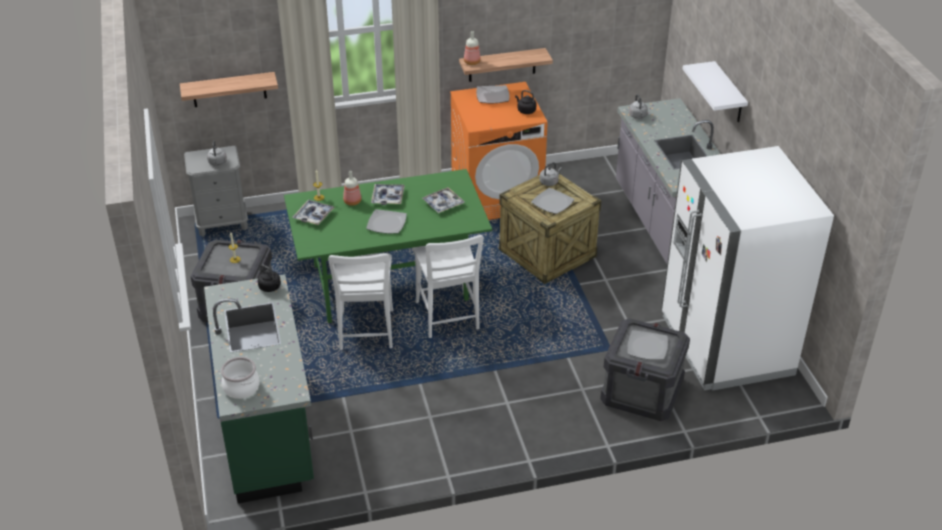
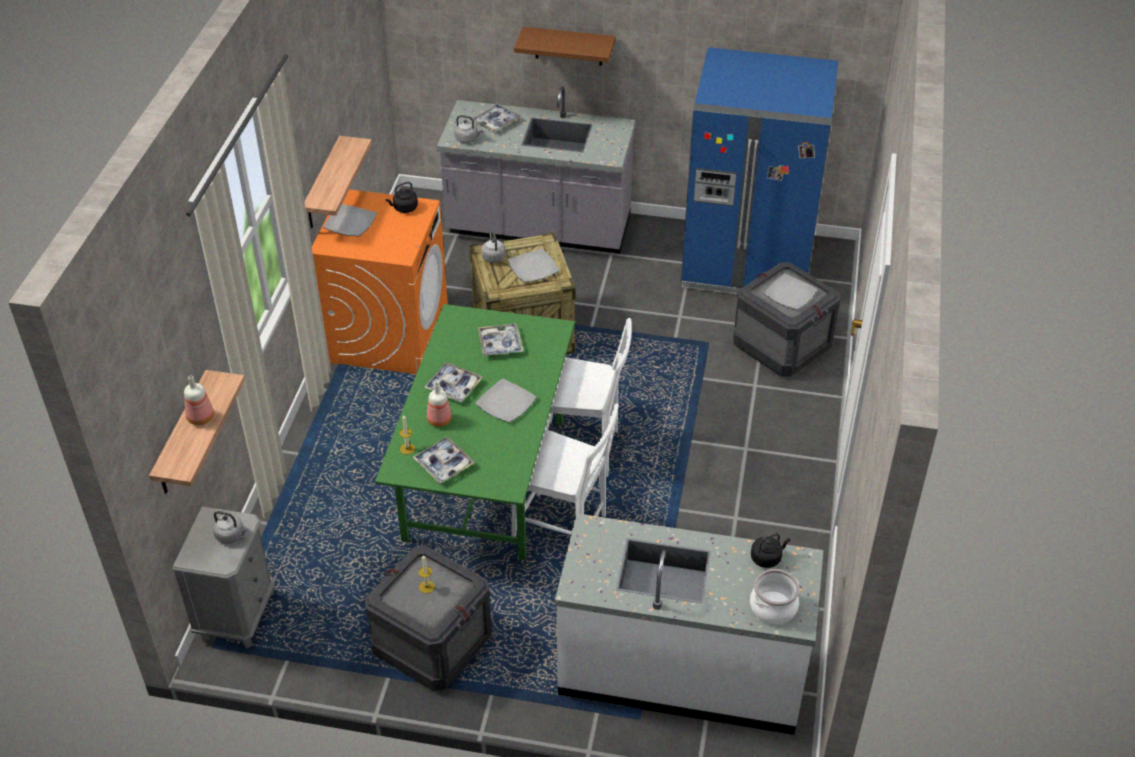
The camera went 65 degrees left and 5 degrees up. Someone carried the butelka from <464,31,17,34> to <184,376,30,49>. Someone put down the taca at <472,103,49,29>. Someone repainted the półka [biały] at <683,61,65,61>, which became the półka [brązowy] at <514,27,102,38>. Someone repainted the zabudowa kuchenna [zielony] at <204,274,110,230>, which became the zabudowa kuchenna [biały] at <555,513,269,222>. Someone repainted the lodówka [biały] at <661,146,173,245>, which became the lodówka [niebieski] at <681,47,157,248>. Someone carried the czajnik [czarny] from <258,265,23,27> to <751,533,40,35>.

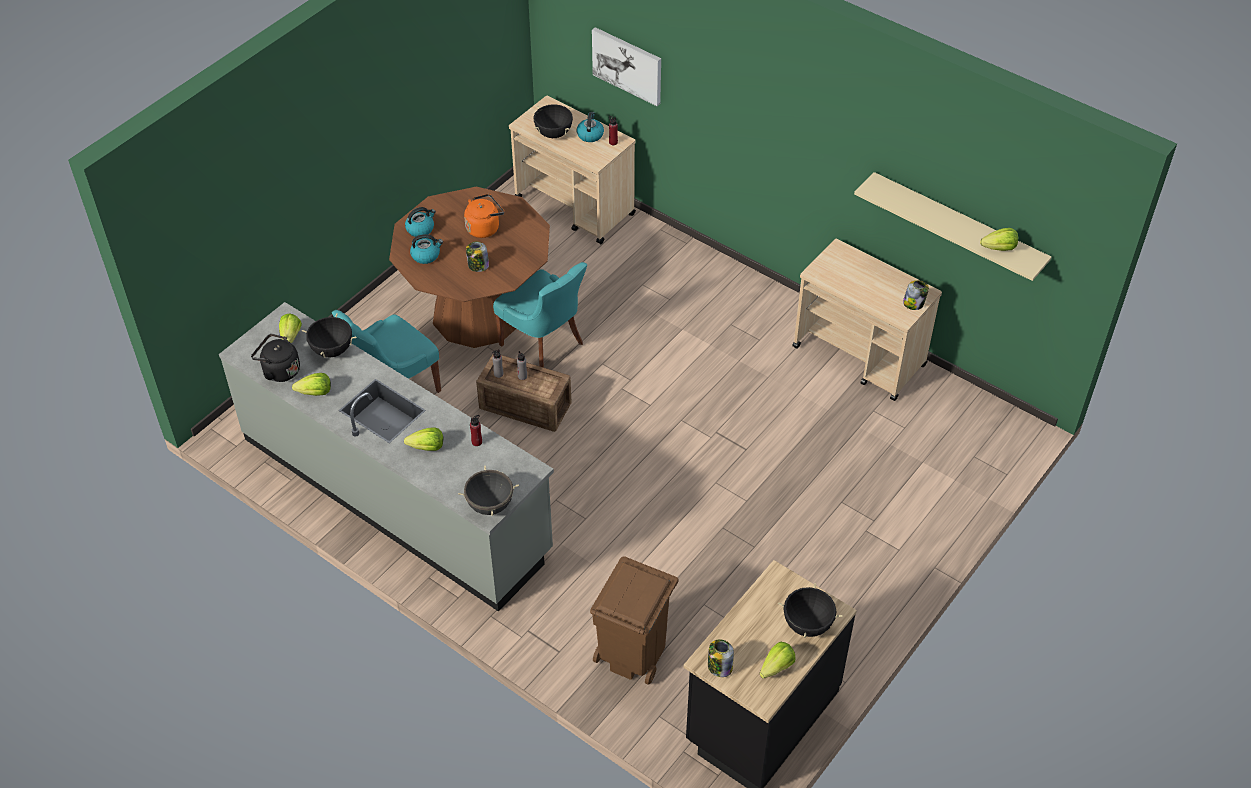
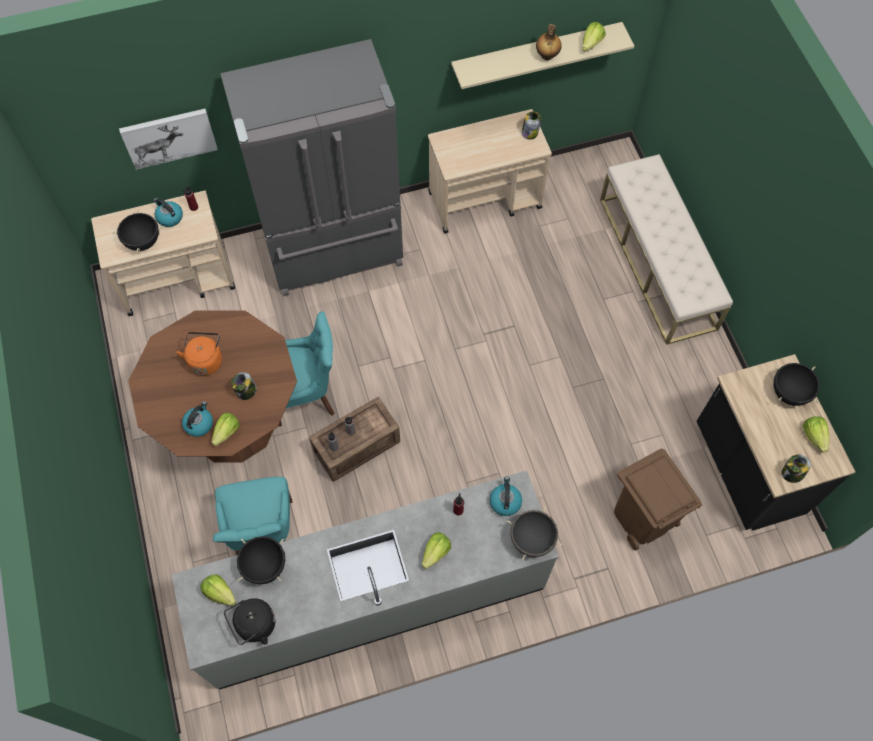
The camera went 55 degrees left and 15 degrees up. Someone carried the sałata from <292,373,39,23> to <211,412,29,35>. Someone put down the lodówka [szary] at <220,39,183,257>. Someone carried the czajnik from <405,207,31,30> to <490,477,32,39>. Someone put down the butelka at <536,24,26,36>. Someone put down the ławka [beżowy] at <600,154,133,191>.

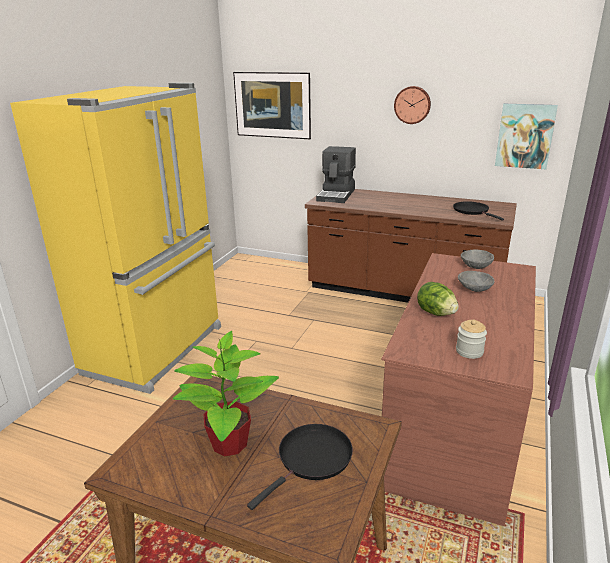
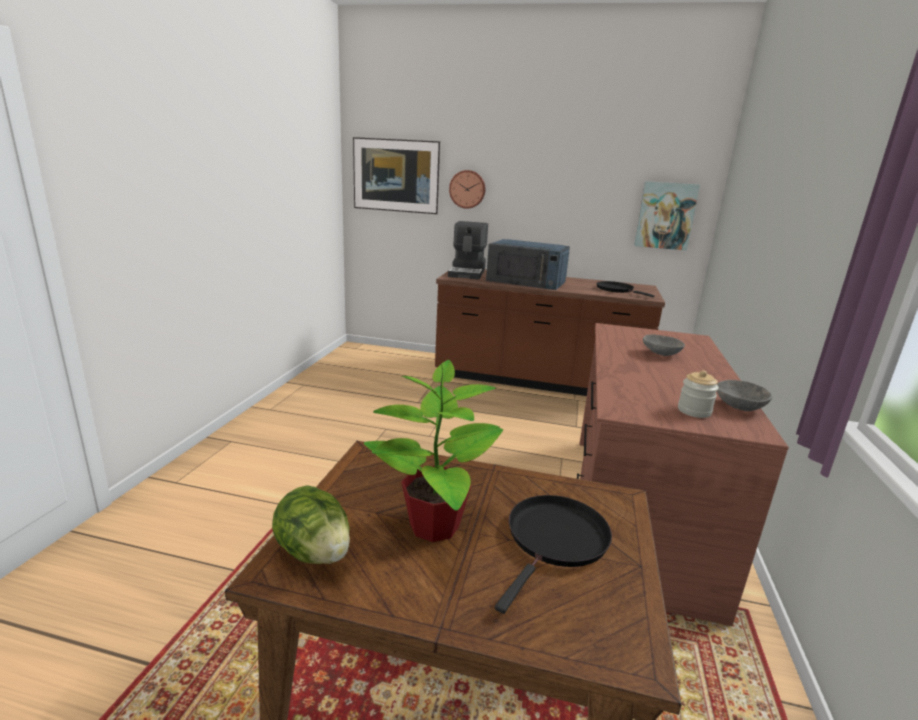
The camera went 10 degrees left and 5 degrees down. Someone carried the sałata from <417,282,42,34> to <272,485,78,79>. Someone carried the zegar ścienny from <394,86,37,38> to <449,170,36,39>. Someone put down the mikrofalówka [niebieski] at <486,239,84,51>. Someone carried the miska [szary] from <461,249,33,20> to <717,380,55,31>. Someone took away the lodówka [żółty] at <10,82,211,312>.

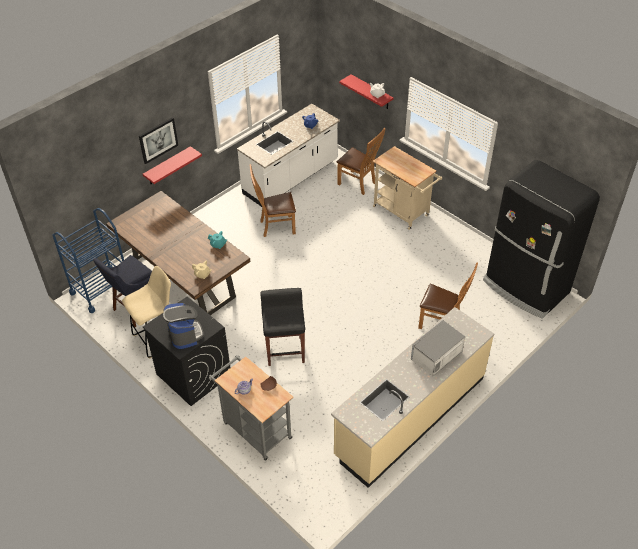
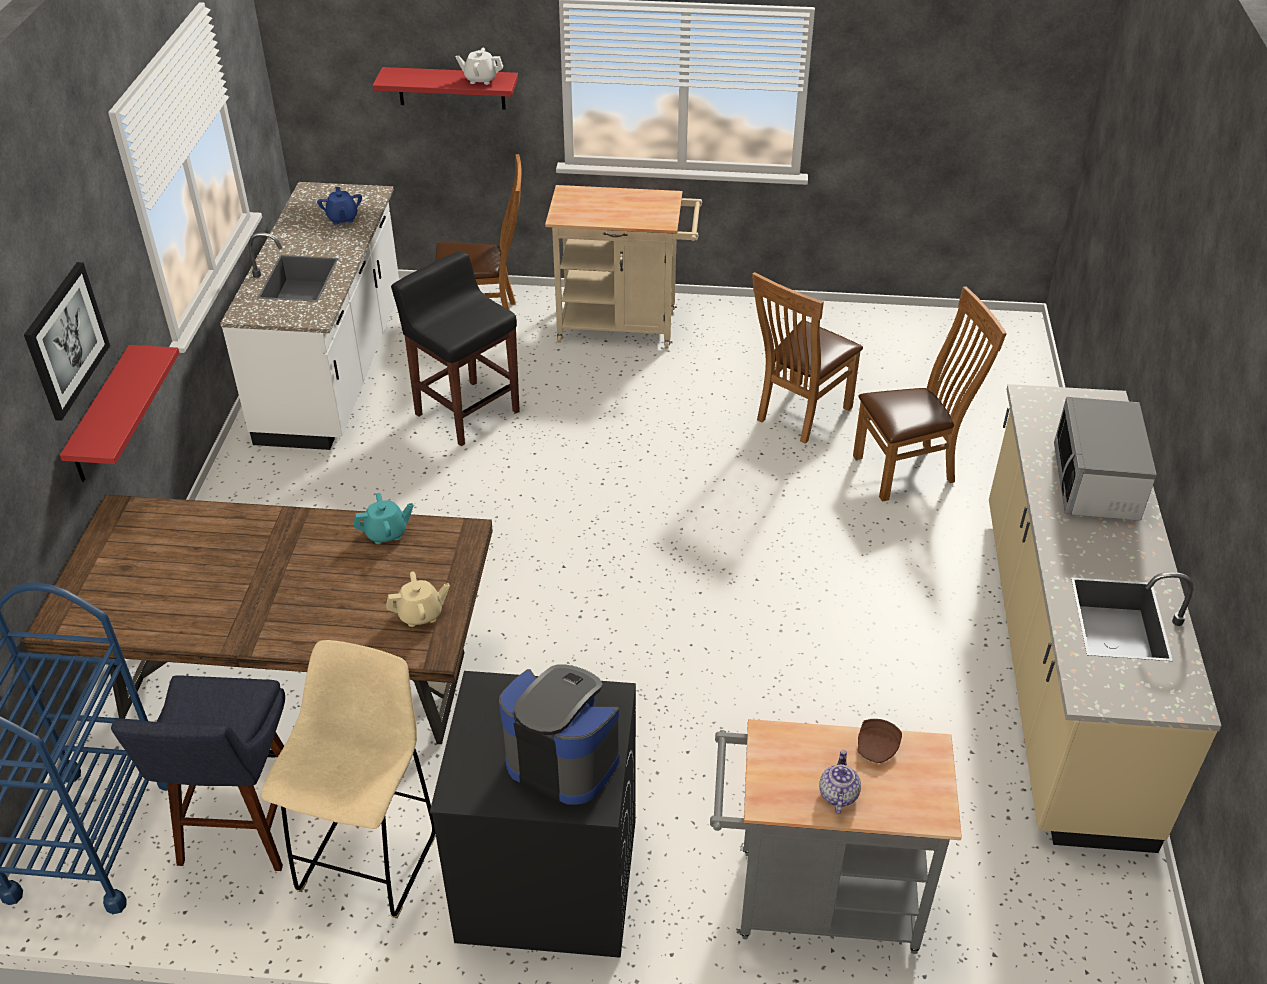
The camera went 40 degrees left and 5 degrees down. Someone carried the stołek [czarny] from <260,288,45,78> to <391,251,129,195>. Someone carried the krzesło [brązowy] from <250,164,46,73> to <752,272,111,172>. Someone took away the lodówka [czarny] at <483,160,117,159>.

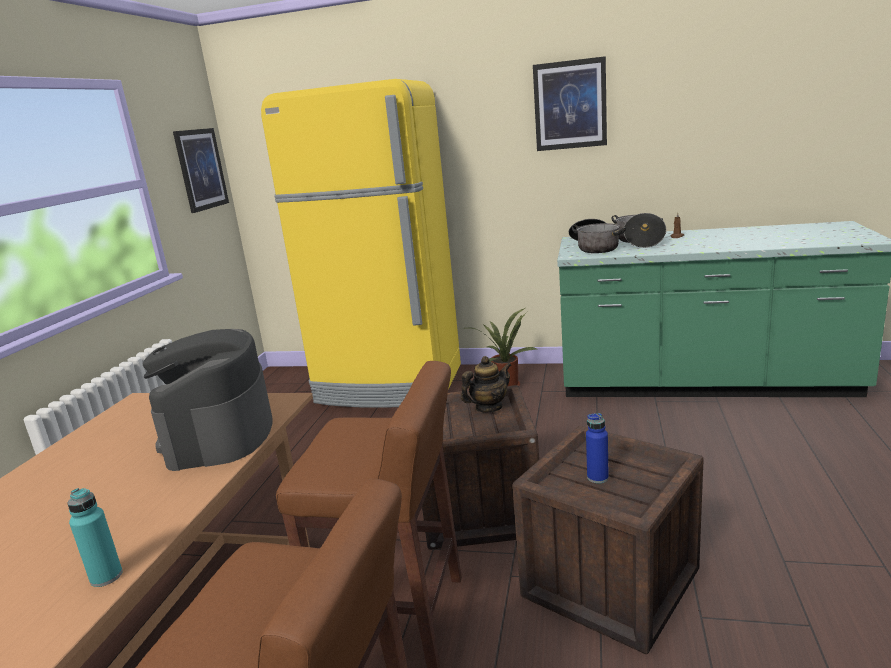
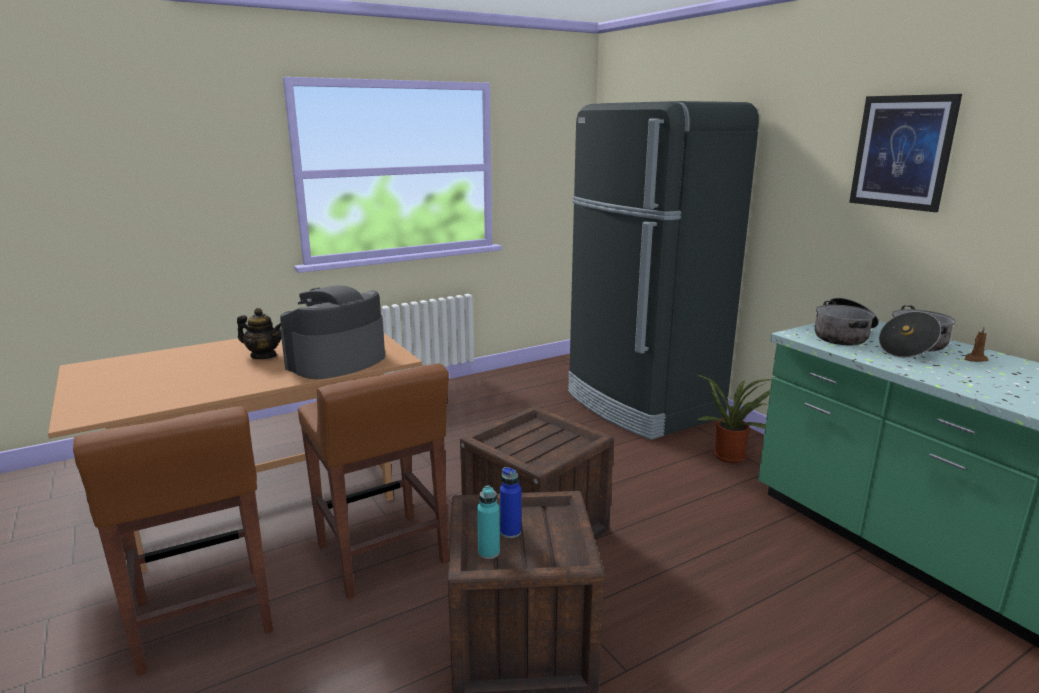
The camera went 45 degrees right and 0 degrees up. Someone carried the imbryk from <461,356,50,56> to <237,308,44,51>. Someone carried the butelka [turkusowy] from <68,488,55,99> to <477,485,23,74>. Someone repainted the lodówka [żółty] at <261,79,200,329>, which became the lodówka [czarny] at <568,101,191,339>. Someone took away the obraz at <173,128,56,85>.

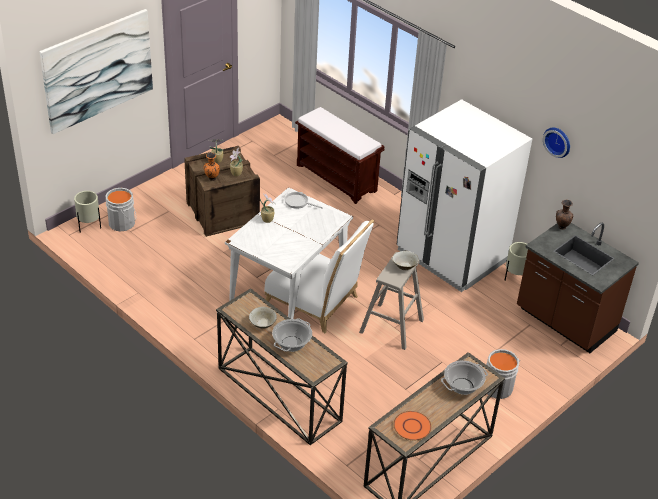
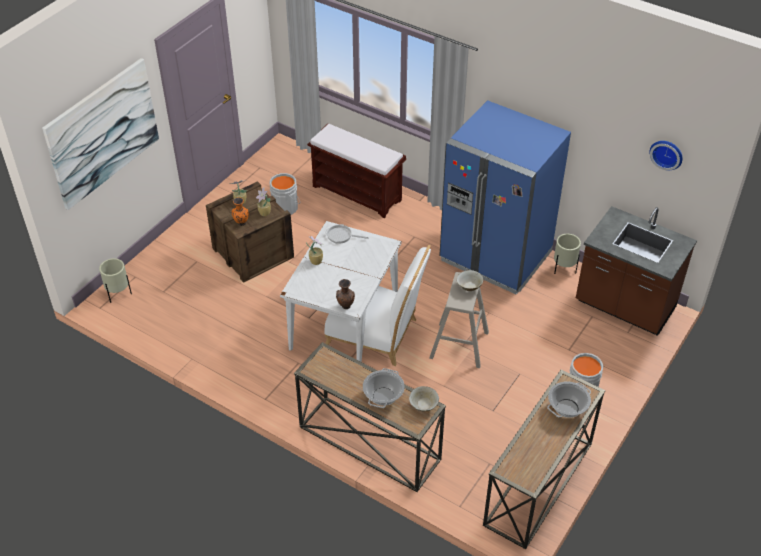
The camera went 10 degrees left and 5 degrees up. Someone carried the wiadro [szary] from <106,188,30,43> to <270,173,30,42>. Someone carried the wazon [brązowy] from <556,199,17,30> to <336,279,19,30>. Someone carried the miska [beżowy] from <249,307,28,22> to <409,386,30,25>. Someone repainted the lodówka [biały] at <397,99,135,193>, which became the lodówka [niebieski] at <439,100,132,195>. Someone carried the zegar ścienny from <543,128,27,30> to <650,141,33,29>. Someone took away the talerz [pomarańczowy] at <393,411,38,29>.

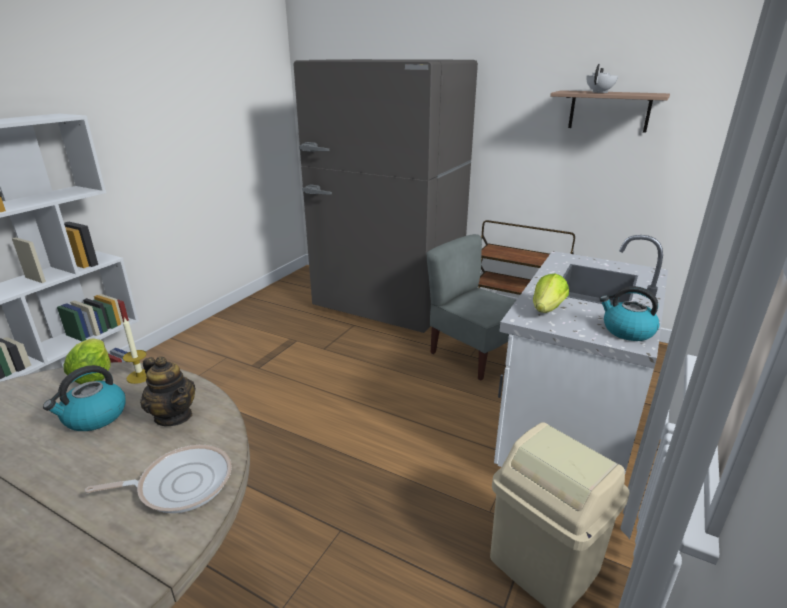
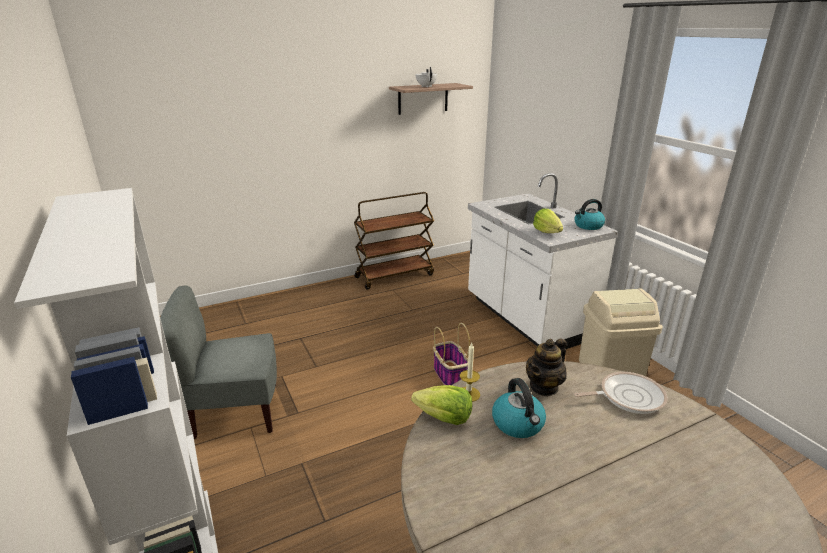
The camera went 55 degrees left and 0 degrees up. Someone carried the krzesło [szary] from <427,234,89,147> to <160,286,117,153>. Someone put down the koszyk at <433,323,37,62>. Someone rotated the imbryk at <140,357,55,69> by 150 degrees clockwise. Someone rotated the patelnia at <85,445,147,68> by 60 degrees clockwise. Someone took away the lodówka [szary] at <293,59,185,274>.

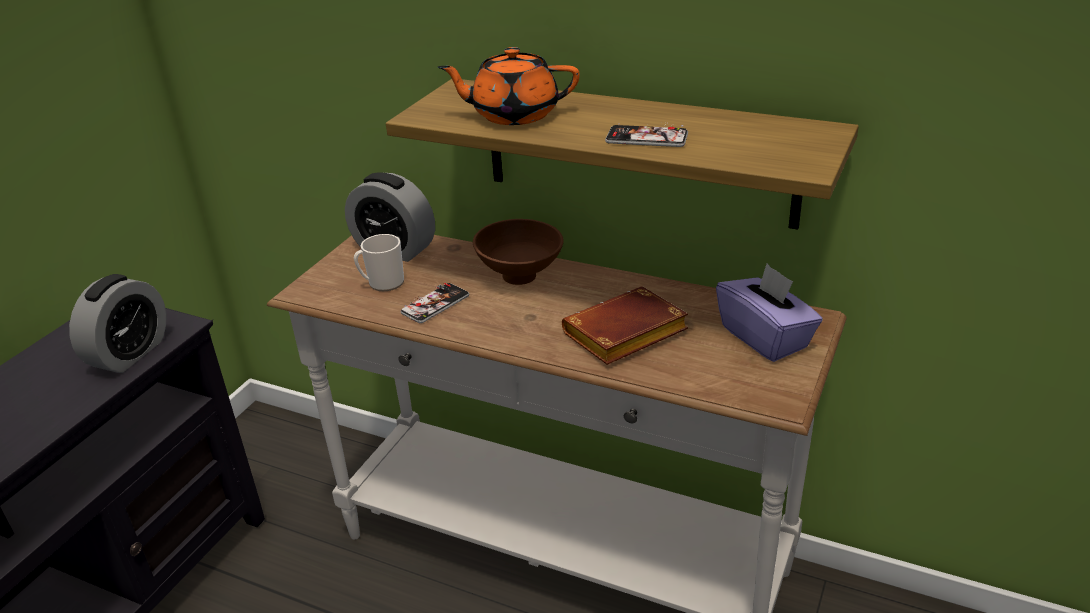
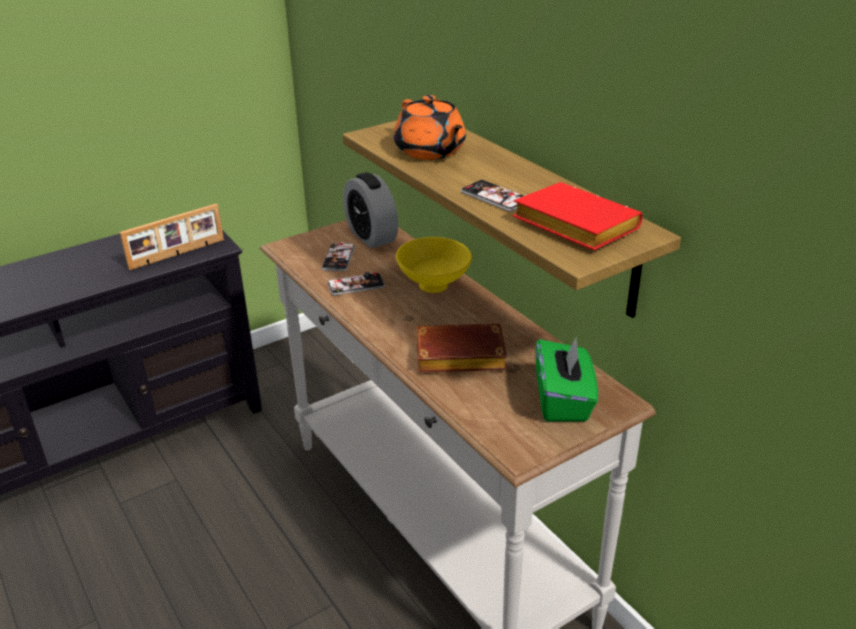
The camera went 30 degrees right and 0 degrees up. Someone swapped the budzik at <69,274,97,99> for the ramka na zdjęcie at <120,204,104,66>. Someone swapped the kubek at <354,234,50,57> for the telefon at <322,242,33,29>. Someone rotated the imbryk [pomarańczowy] at <438,47,142,78> by 150 degrees counterclockwise. Someone repainted the miska [brązowy] at <473,219,91,66>, which became the miska [żółty] at <396,237,76,56>. Someone put down the książka [czerwony] at <513,182,130,68>. Someone repainted the pudełko chusteczek [fioletowy] at <716,264,107,98>, which became the pudełko chusteczek [zielony] at <535,336,63,86>.

